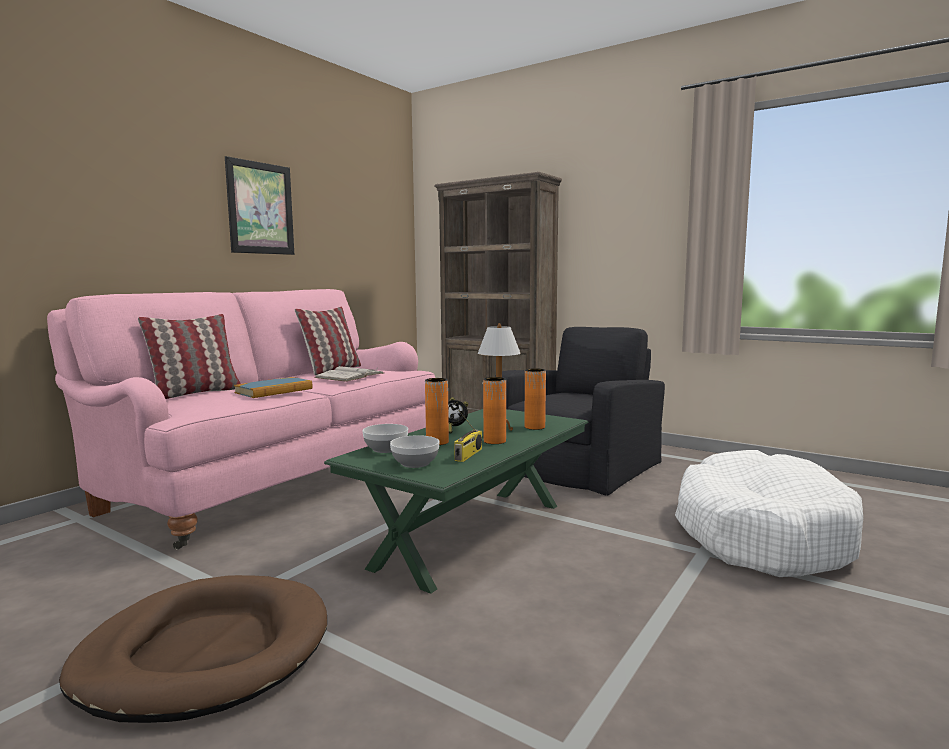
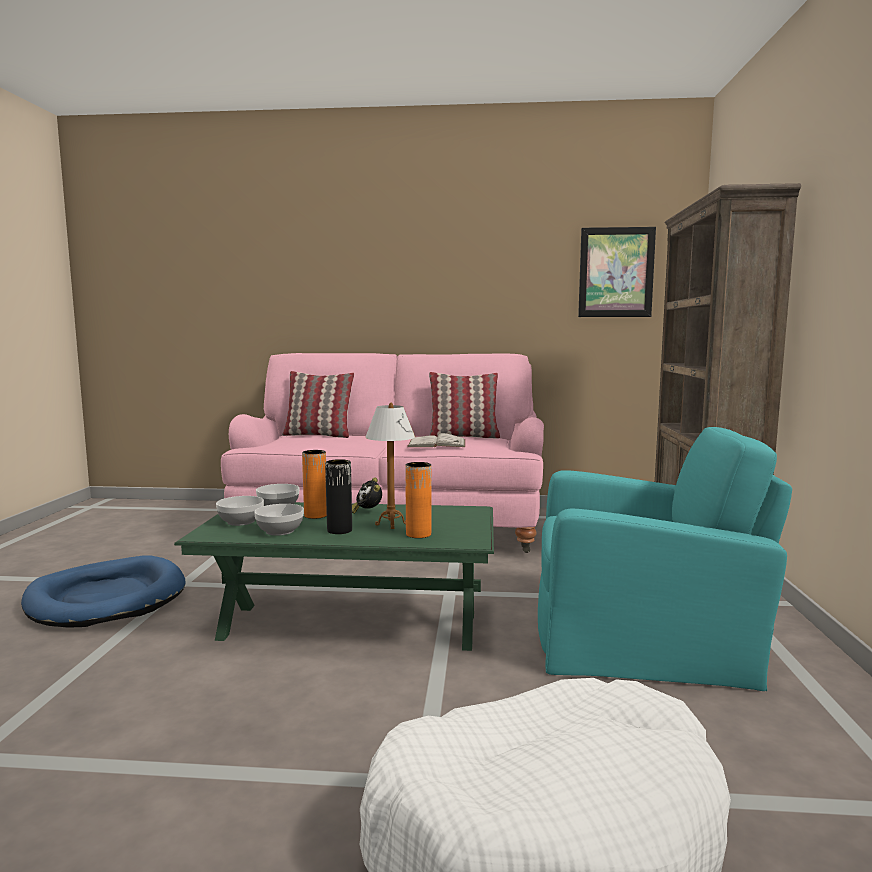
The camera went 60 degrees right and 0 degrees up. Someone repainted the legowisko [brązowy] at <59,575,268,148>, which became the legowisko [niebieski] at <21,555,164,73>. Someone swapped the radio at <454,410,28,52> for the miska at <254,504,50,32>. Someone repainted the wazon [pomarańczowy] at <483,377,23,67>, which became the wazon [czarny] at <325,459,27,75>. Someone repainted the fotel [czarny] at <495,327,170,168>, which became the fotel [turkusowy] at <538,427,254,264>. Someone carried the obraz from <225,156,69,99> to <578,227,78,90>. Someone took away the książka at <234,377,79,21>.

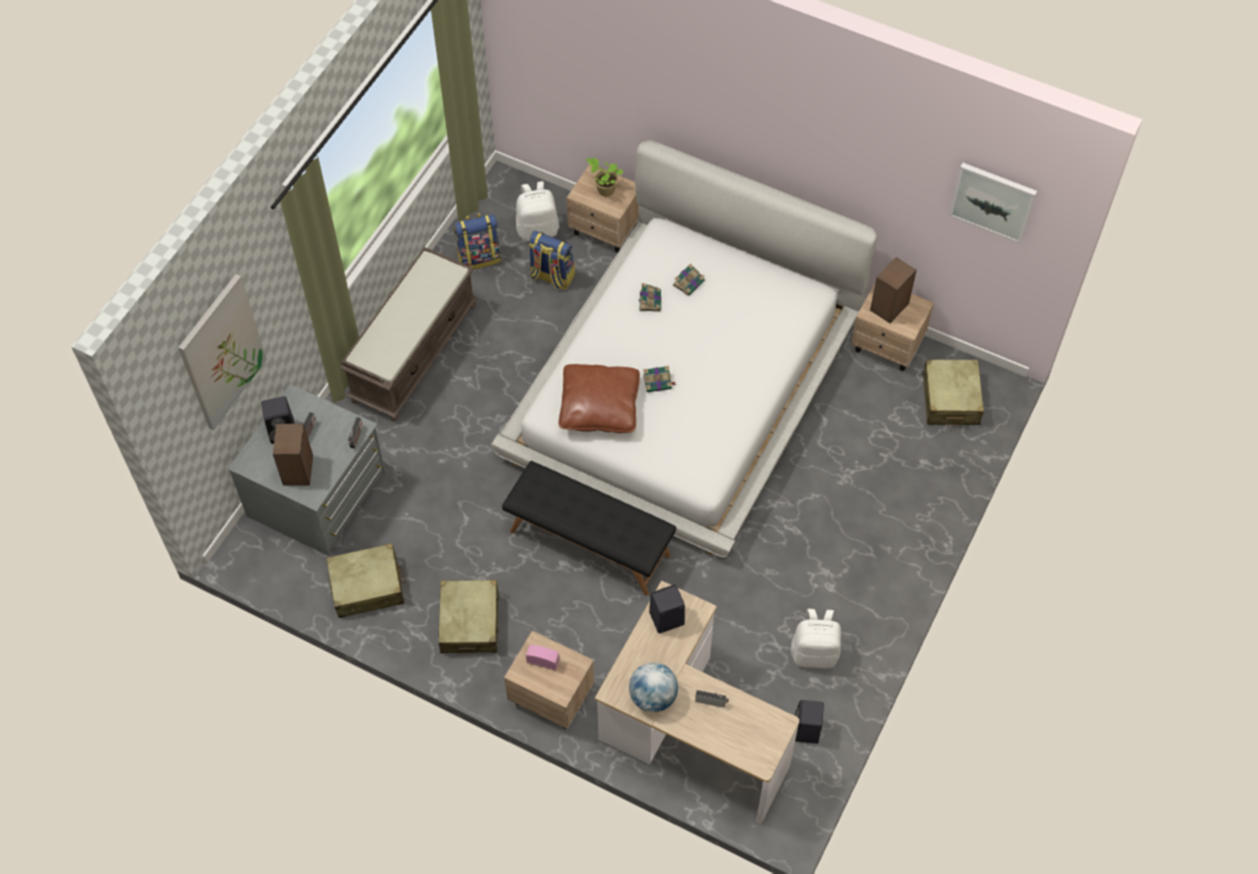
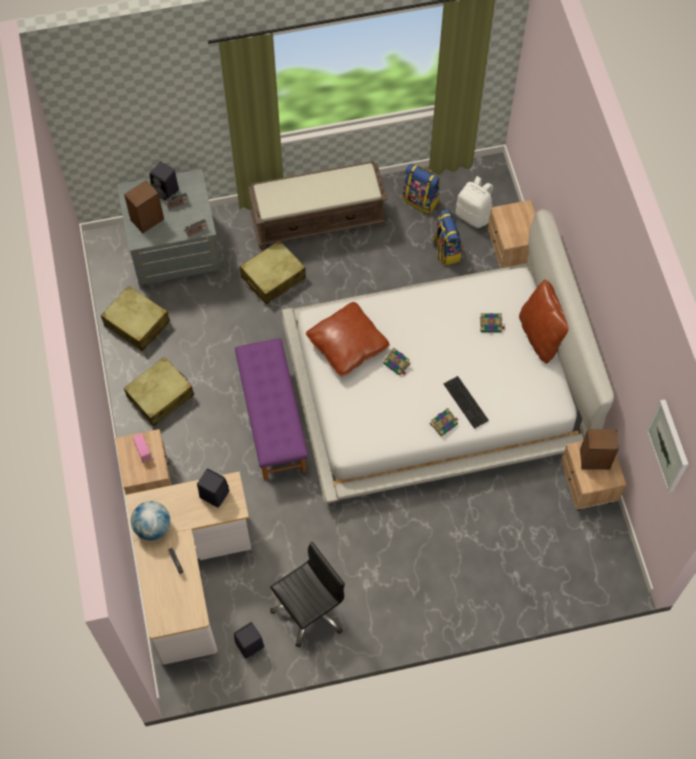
The camera went 50 degrees right and 5 degrees up. Someone repainted the ławka [czarny] at <502,461,174,135>, which became the ławka [fioletowy] at <235,338,73,142>. Someone carried the walizka [beżowy] from <923,359,61,66> to <240,240,66,64>. Someone swapped the plecak [biały] at <791,609,50,59> for the krzesło biurowe [czarny] at <270,542,75,105>. Someone carried the książka from <639,283,22,29> to <430,408,28,28>. Someone put down the klawiatura at <444,376,45,53>. Someone put down the poduszka [brązowy] at <519,280,50,83>. Someone took away the obraz at <178,274,89,156>. Someone took away the roślina doniczkowa at <586,158,37,38>.

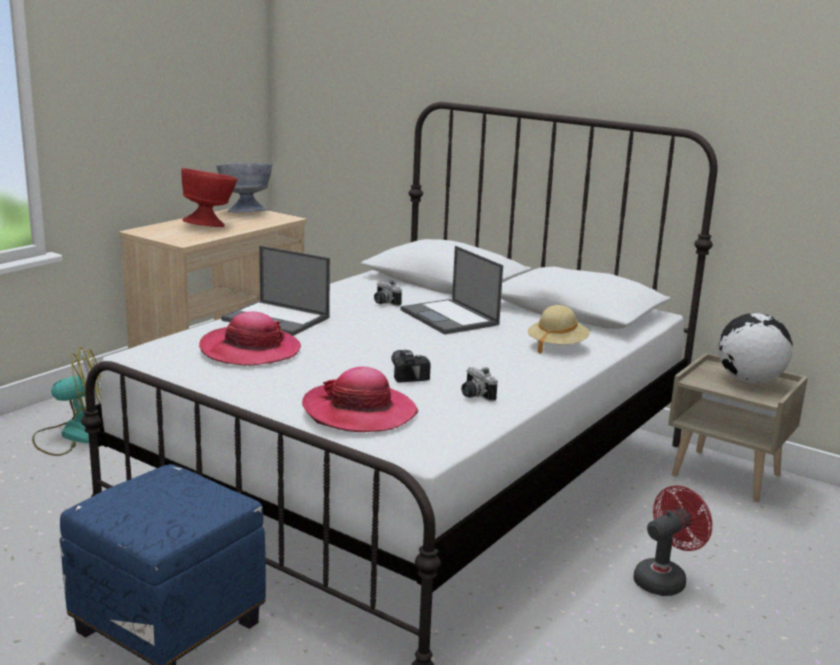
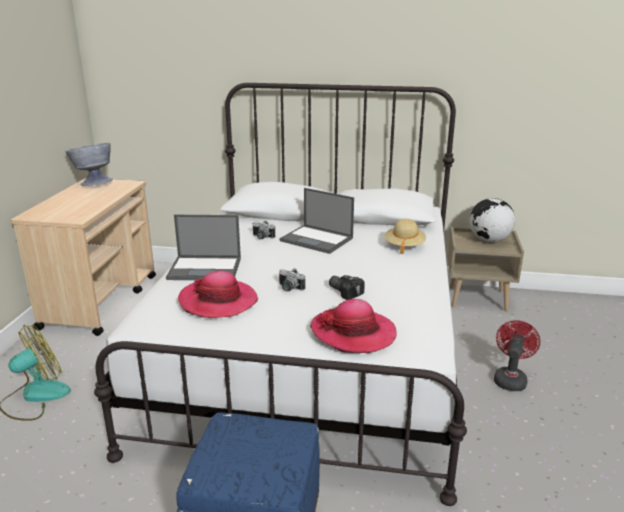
The camera went 25 degrees left and 5 degrees up. Someone carried the aparat fotograficzny from <461,367,37,35> to <279,269,26,22>. Someone took away the miska [czerwony] at <181,168,56,59>.

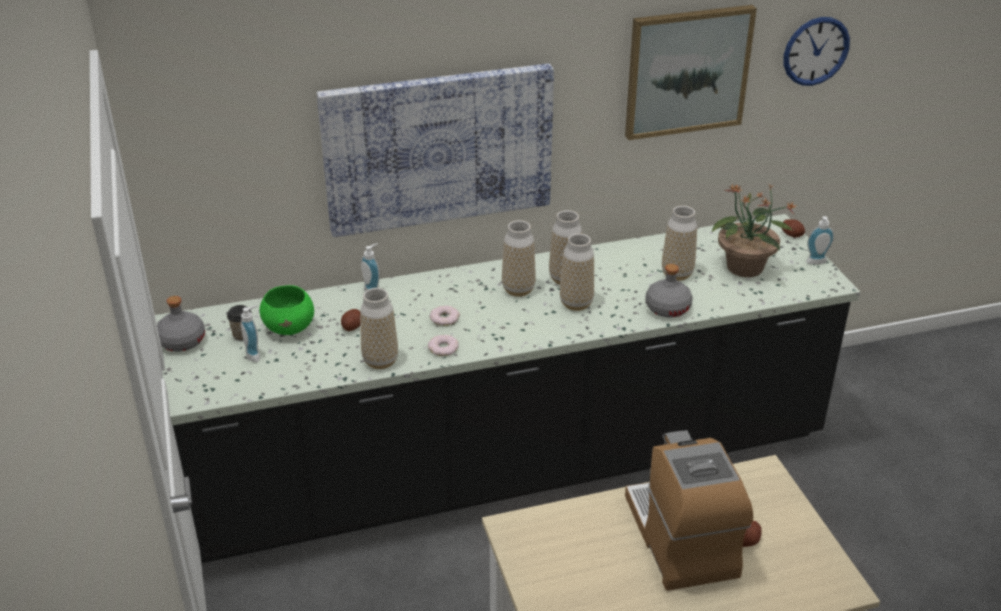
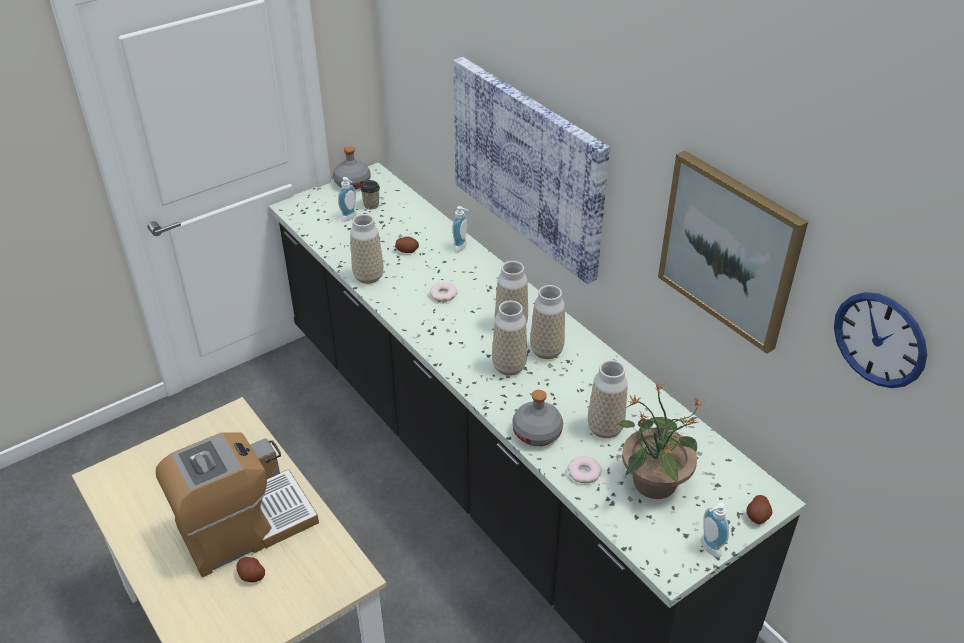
The camera went 70 degrees right and 5 degrees up. Someone carried the donut from <428,335,31,21> to <567,456,34,27>. Someone took away the miska [zielony] at <259,285,55,50>.

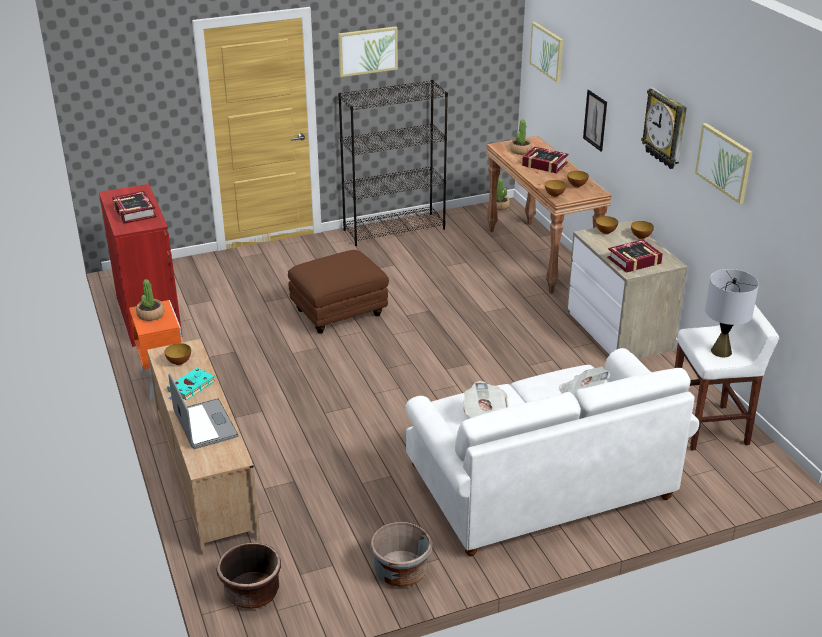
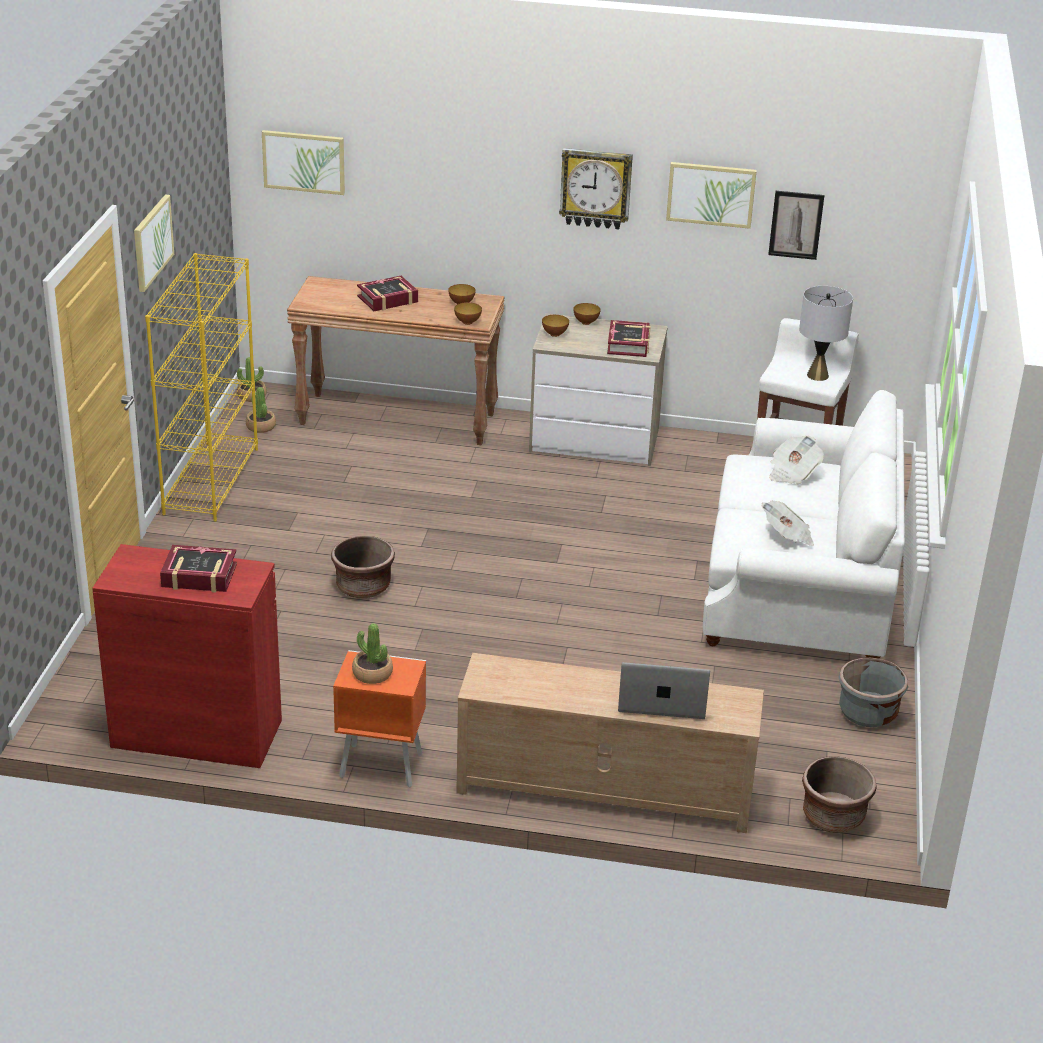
The camera went 60 degrees left and 0 degrees up. Someone repainted the regał [czarny] at <338,80,110,166>, which became the regał [żółty] at <145,253,113,269>. Someone carried the roślina doniczkowa from <510,119,22,36> to <246,387,30,46>. Someone swapped the pufa [brązowy] at <288,250,101,83> for the donica [brązowy] at <331,536,64,62>. Someone carried the obraz from <583,90,24,62> to <768,191,56,69>. Someone took away the miska at <165,343,26,22>. Someone took away the książka [turkusowy] at <167,368,48,32>.

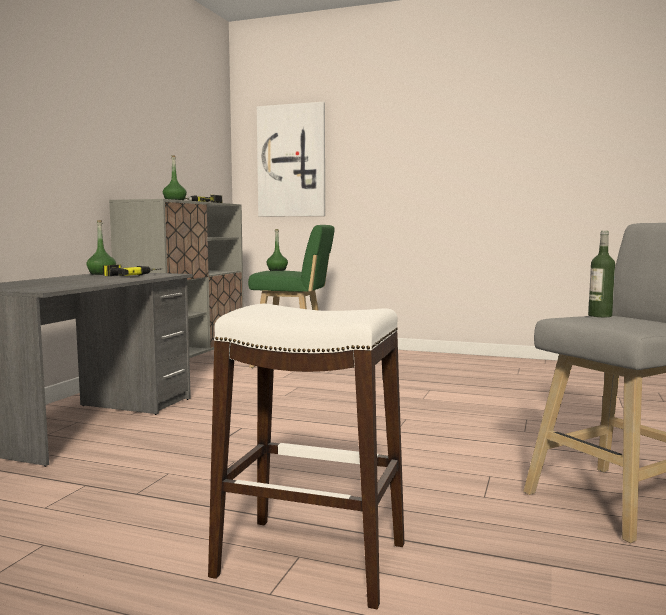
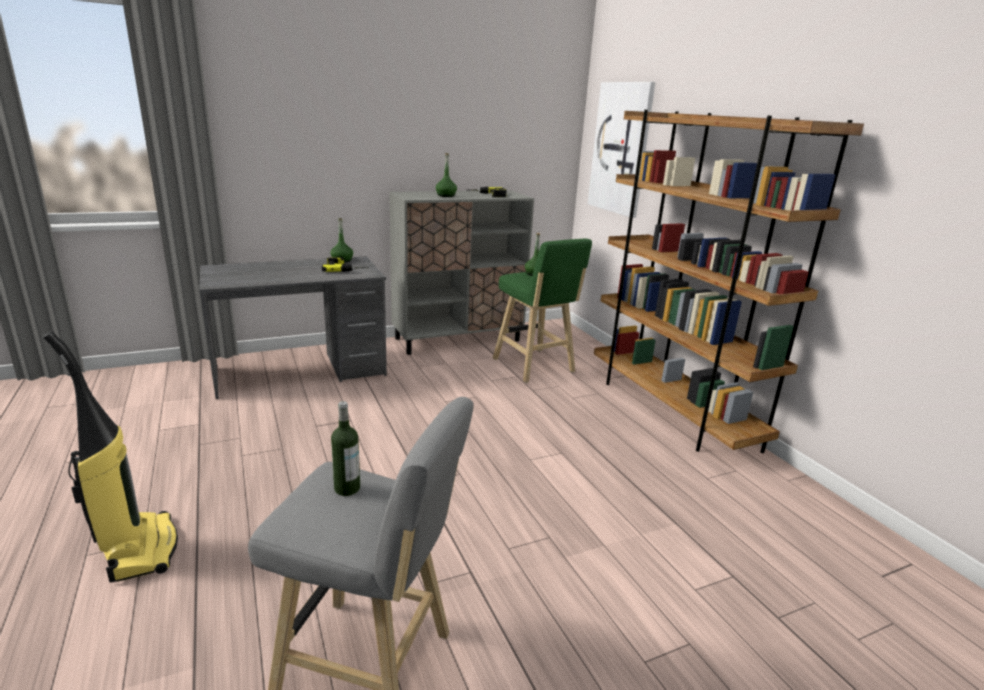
The camera went 45 degrees right and 15 degrees up. Someone swapped the stołek [biały] at <208,304,197,305> for the odkurzacz at <43,331,135,251>. Someone put down the regał [brązowy] at <594,110,270,343>.

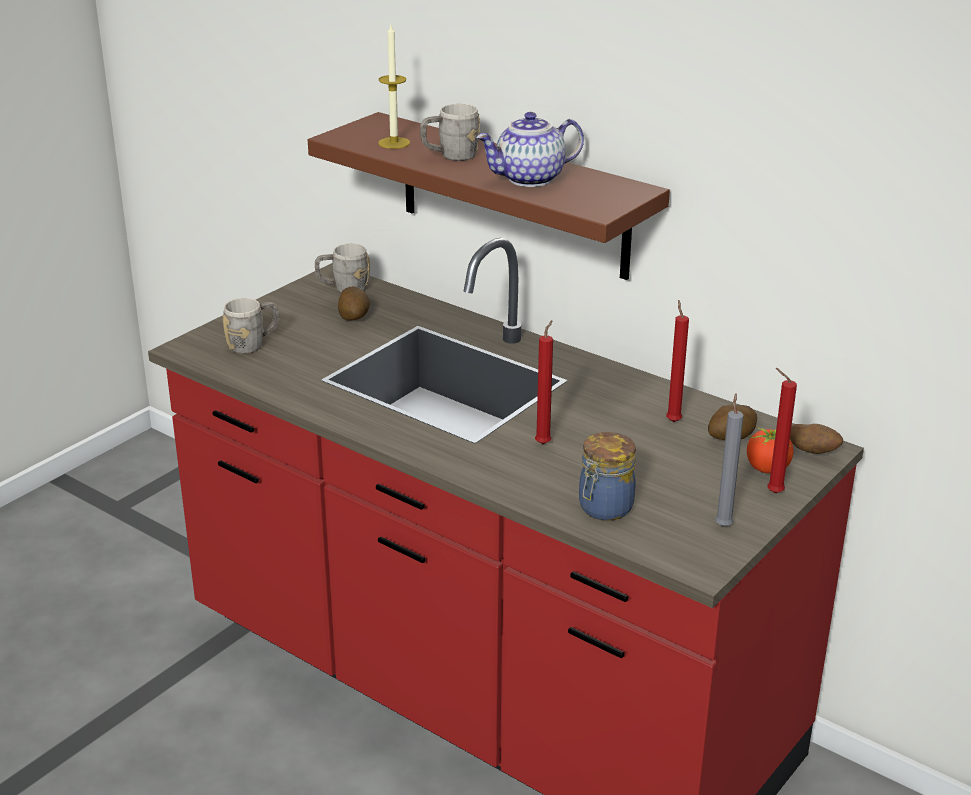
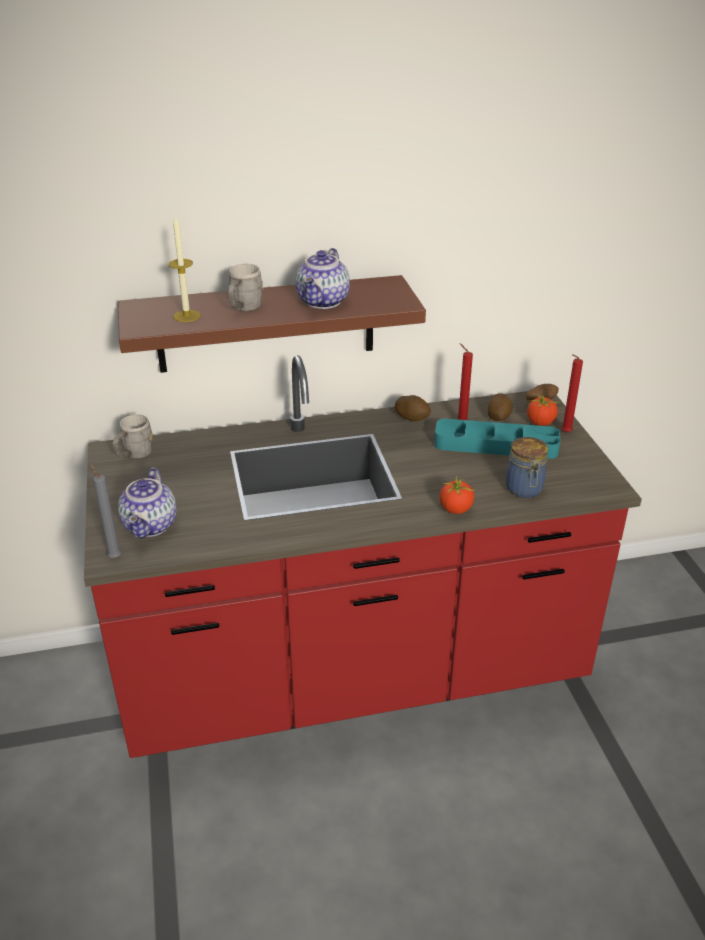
The camera went 50 degrees left and 5 degrees up. Someone carried the świeca [szary] from <715,393,29,134> to <90,464,31,94>. Someone swapped the kubek [szary] at <222,298,57,55> for the imbryk at <118,467,59,72>. Someone carried the ziemniak from <338,286,32,35> to <395,395,36,26>. Someone put down the taca [turkusowy] at <434,418,127,41>. Someone put down the pomidor at <440,476,36,38>. Someone took away the świeca [czerwony] at <535,320,18,124>.

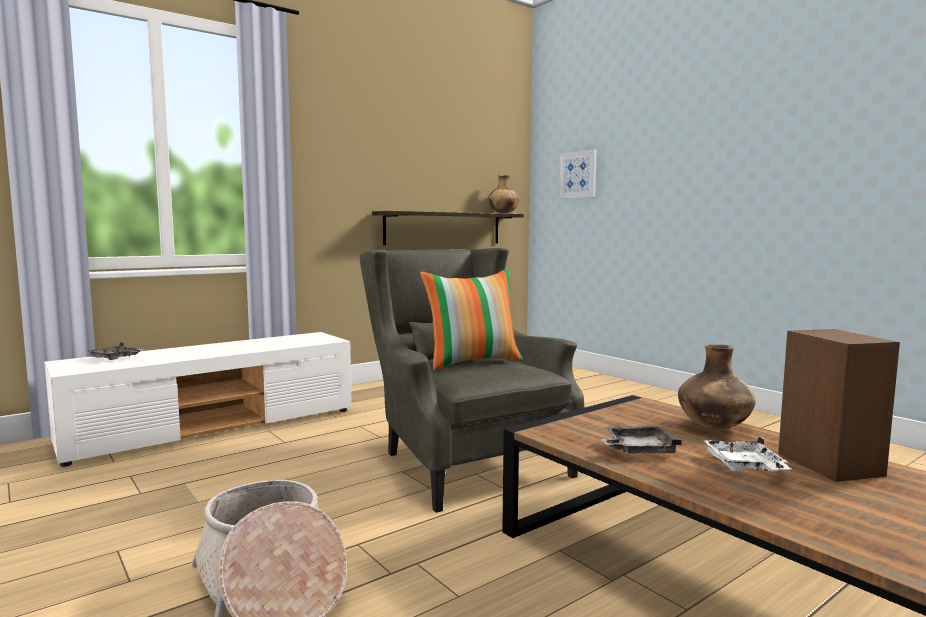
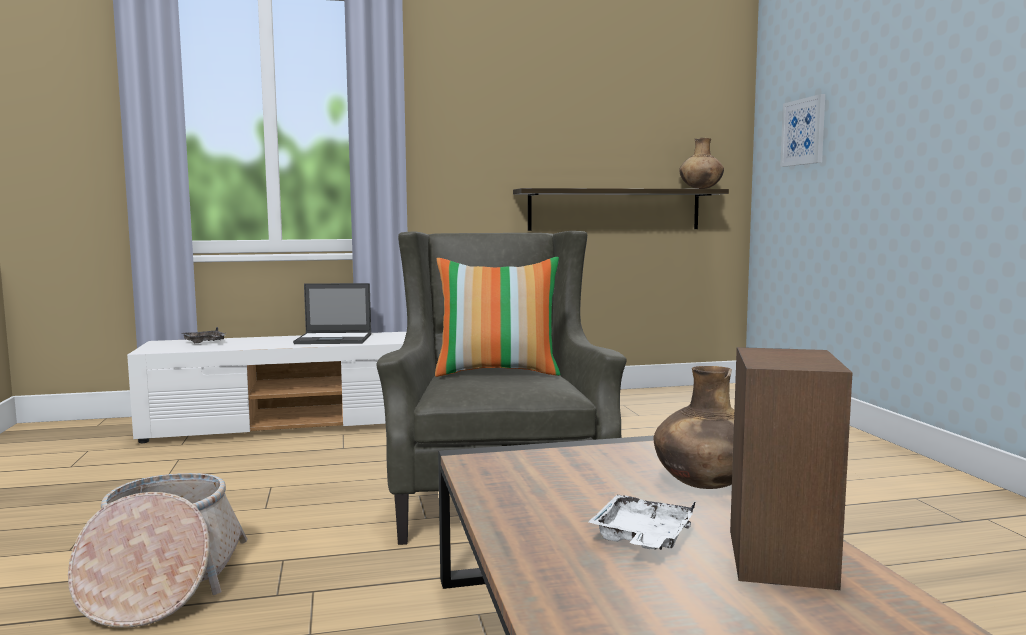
The camera went 25 degrees right and 0 degrees up. Someone put down the laptop at <293,283,78,61>. Someone took away the taca [szary] at <600,426,82,28>.

